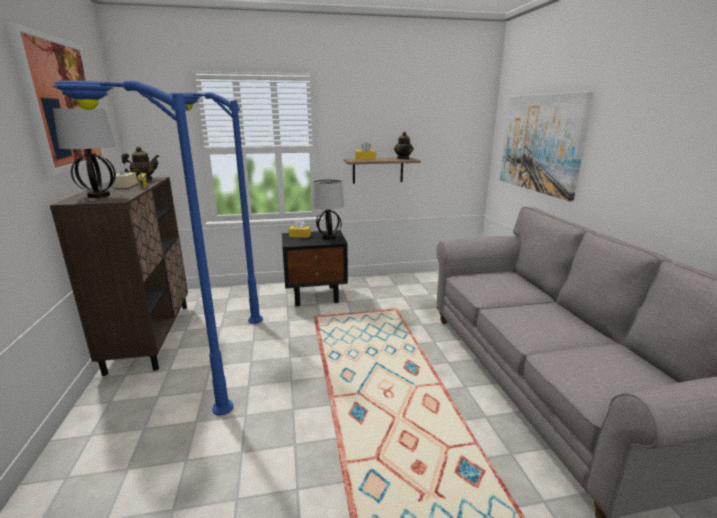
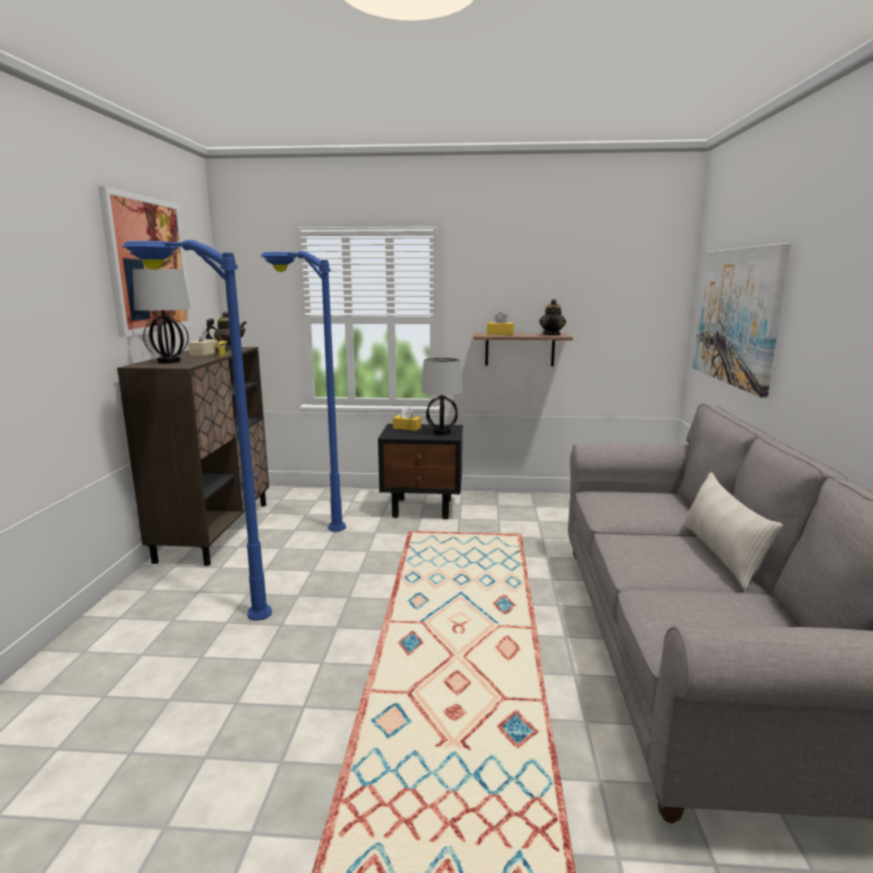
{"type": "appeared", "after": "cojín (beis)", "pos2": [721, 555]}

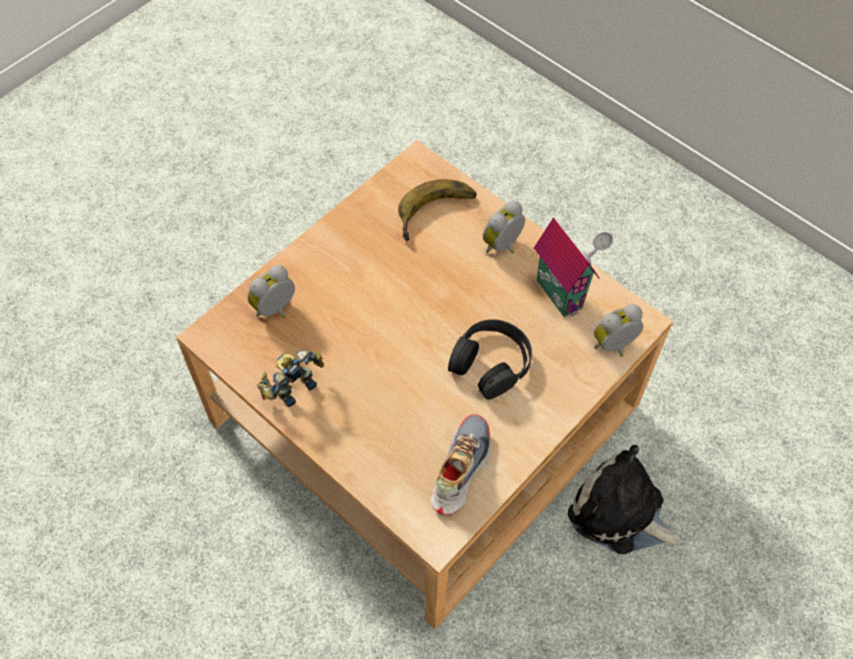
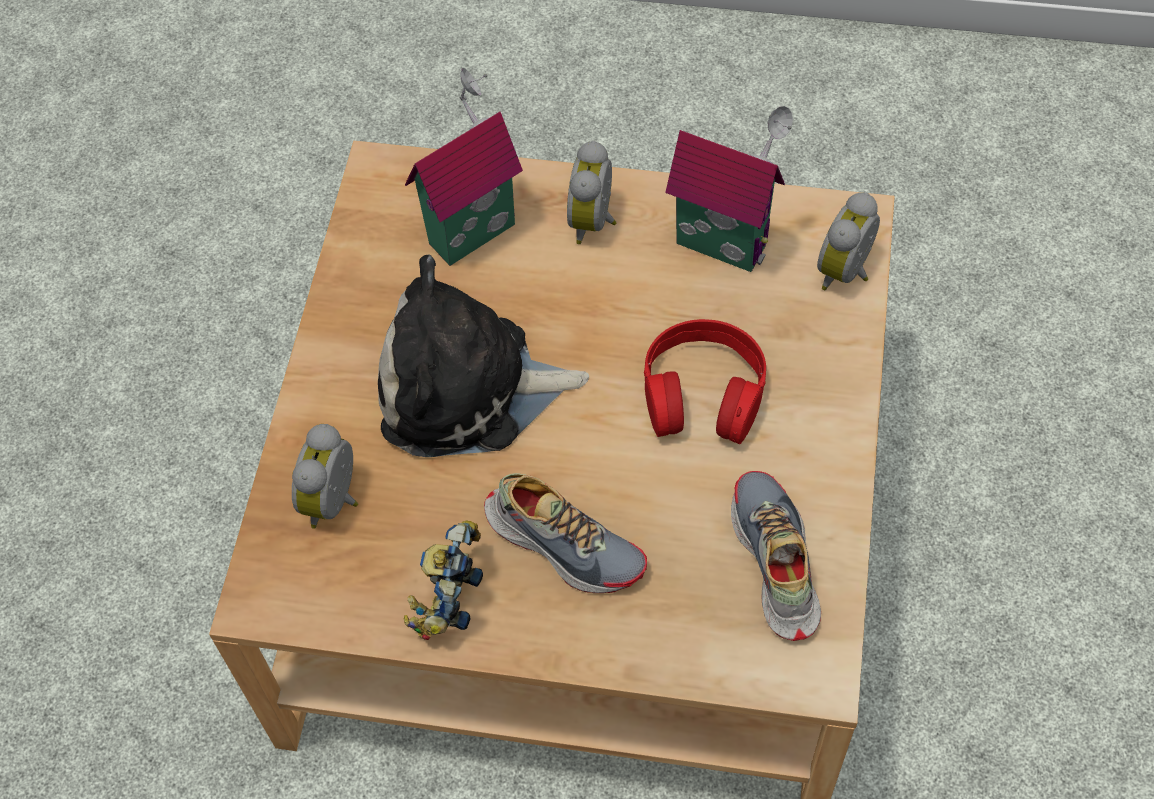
{"type": "appeared", "after": "zapato", "pos2": [564, 543]}
{"type": "relocated", "before": "peluche", "pos1": [620, 513], "pos2": [468, 389]}
{"type": "exchanged", "before": "plátano", "after": "casita", "pos1": [438, 215], "pos2": [469, 229]}
{"type": "colour", "before": "auriculares (negro)", "after": "auriculares (rojo)", "pos1": [491, 363], "pos2": [703, 392]}

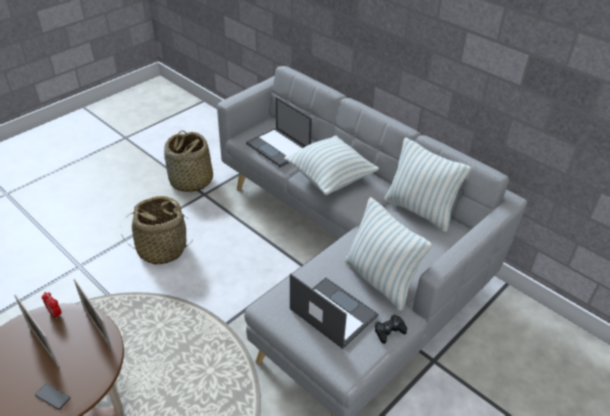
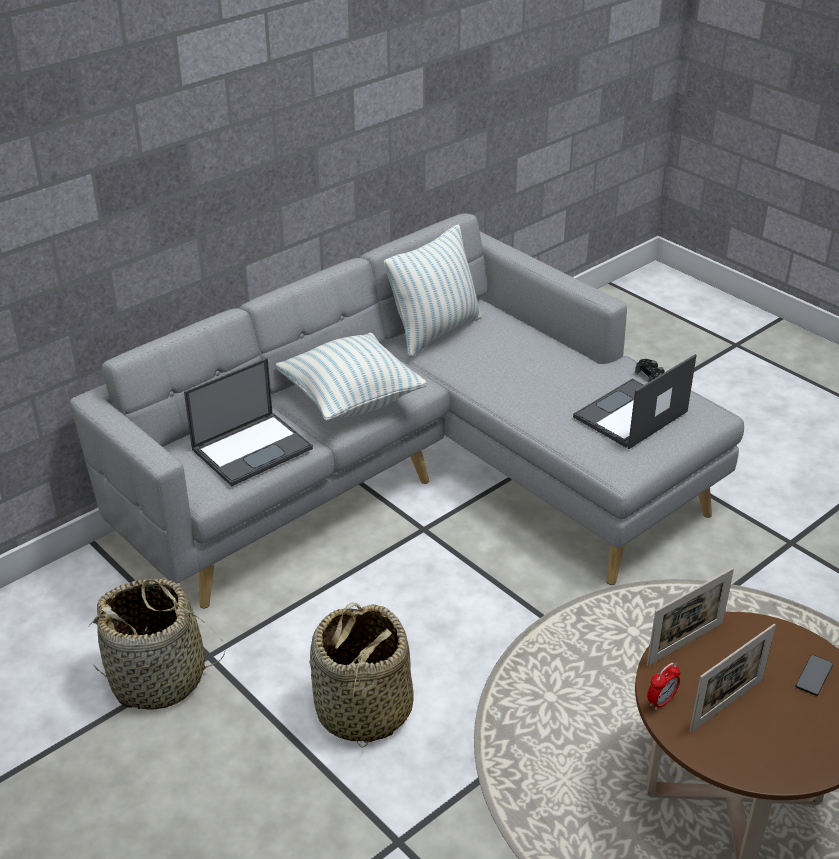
{"type": "missing", "before": "cojín", "pos1": [380, 280]}

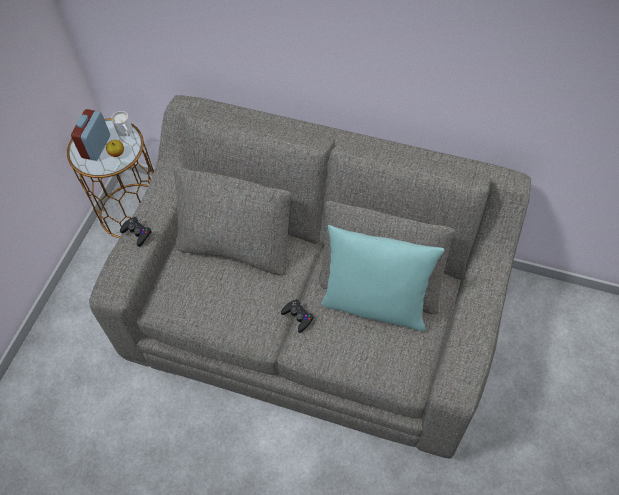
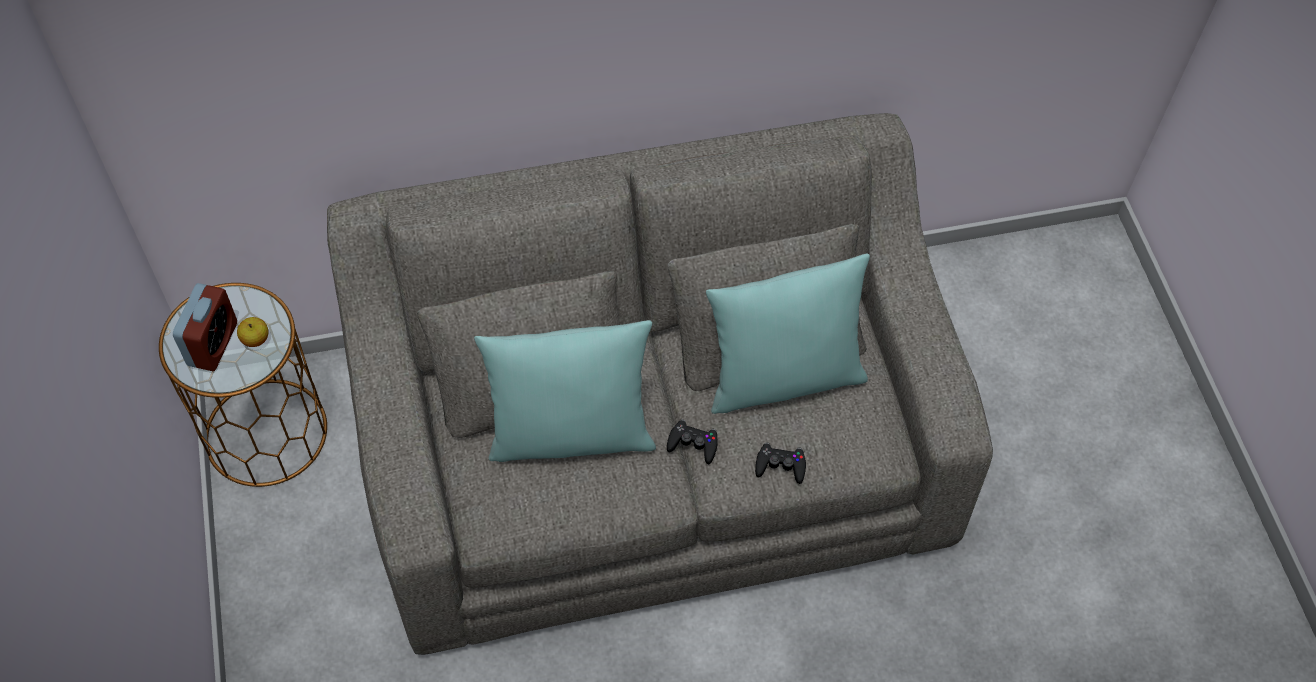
{"type": "missing", "before": "taza grande (blanco)", "pos1": [126, 132]}
{"type": "appeared", "after": "cojín (turquesa)", "pos2": [570, 434]}
{"type": "relocated", "before": "mando de consola (negro)", "pos1": [137, 233], "pos2": [780, 466]}
{"type": "spun", "before": "despertador", "pos1": [96, 147], "pos2": [213, 344], "turn": -150}

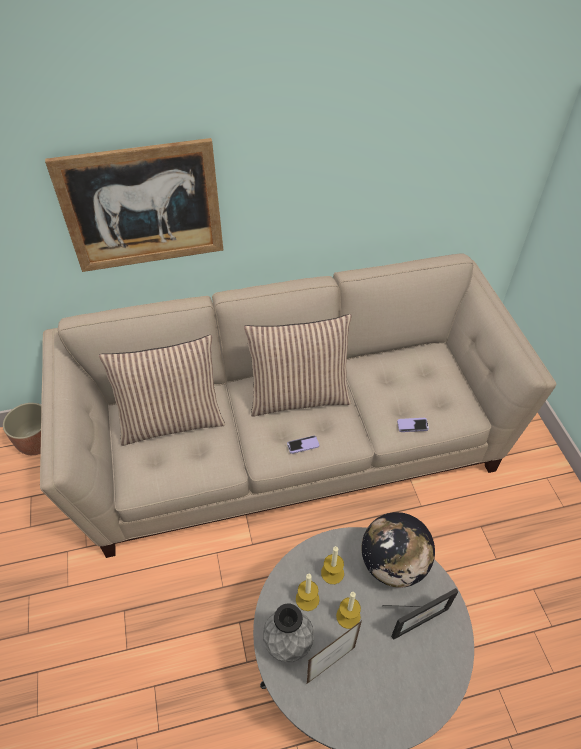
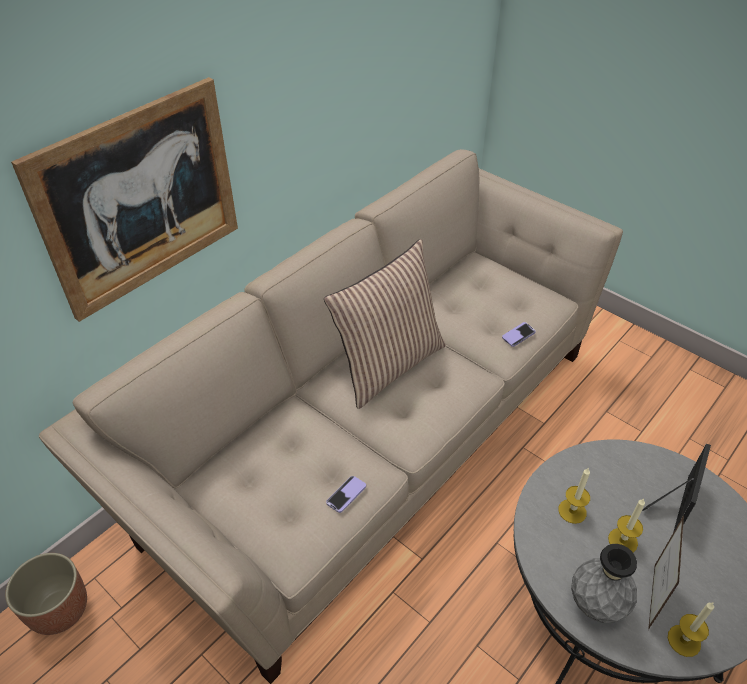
{"type": "missing", "before": "cojín", "pos1": [172, 421]}
{"type": "missing", "before": "globo terráqueo", "pos1": [393, 564]}
{"type": "relocated", "before": "móvil", "pos1": [303, 445], "pos2": [346, 495]}
{"type": "relocated", "before": "vela", "pos1": [307, 599], "pos2": [684, 640]}

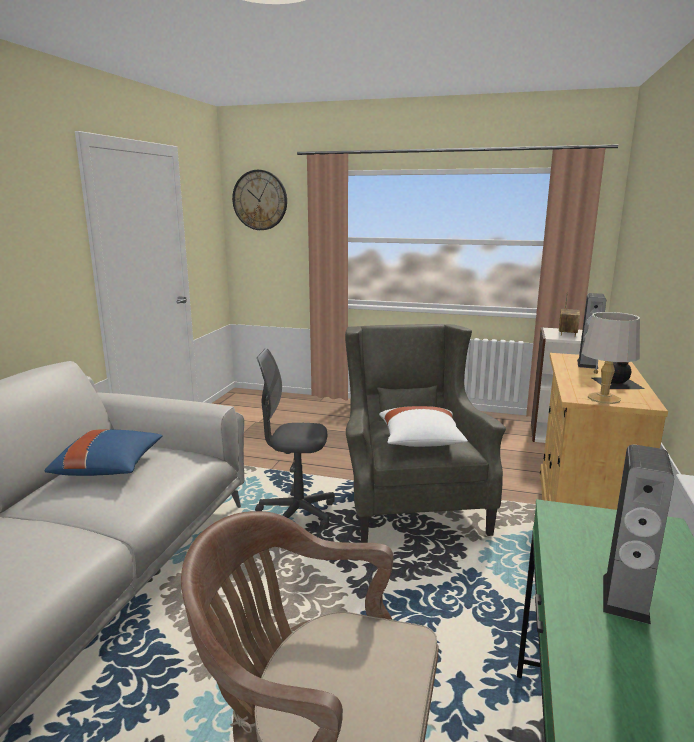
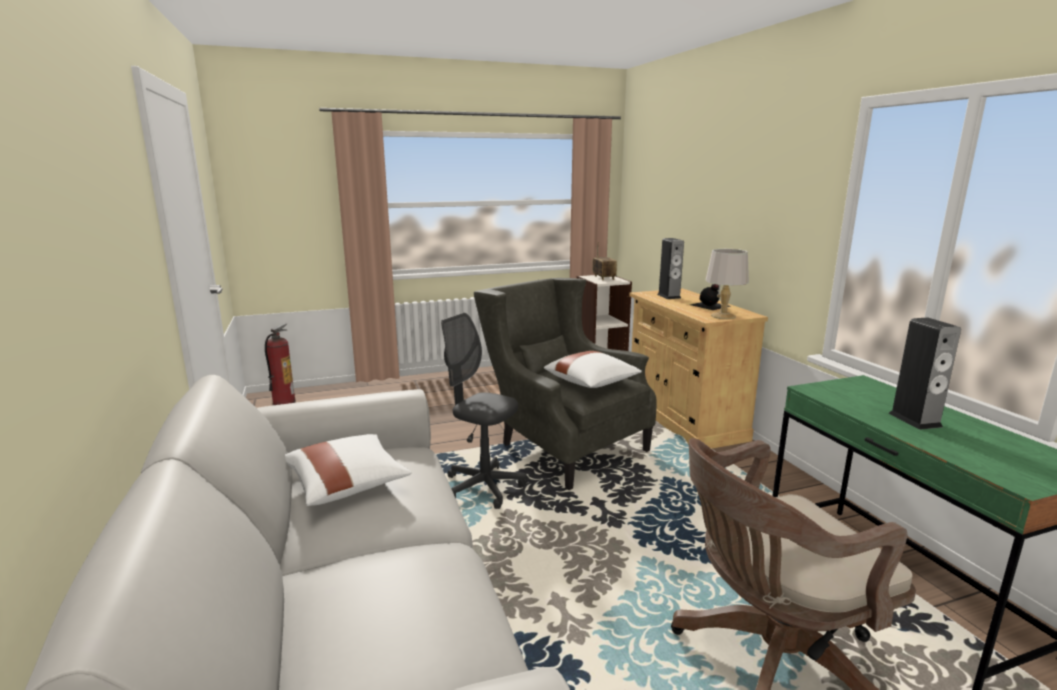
{"type": "missing", "before": "reloj de pared", "pos1": [260, 200]}
{"type": "appeared", "after": "extintor", "pos2": [284, 402]}
{"type": "colour", "before": "cojín (azul)", "after": "cojín (blanco)", "pos1": [110, 468], "pos2": [347, 485]}
{"type": "spun", "before": "silla de oficina (gris)", "pos1": [297, 514], "pos2": [483, 487], "turn": 60}

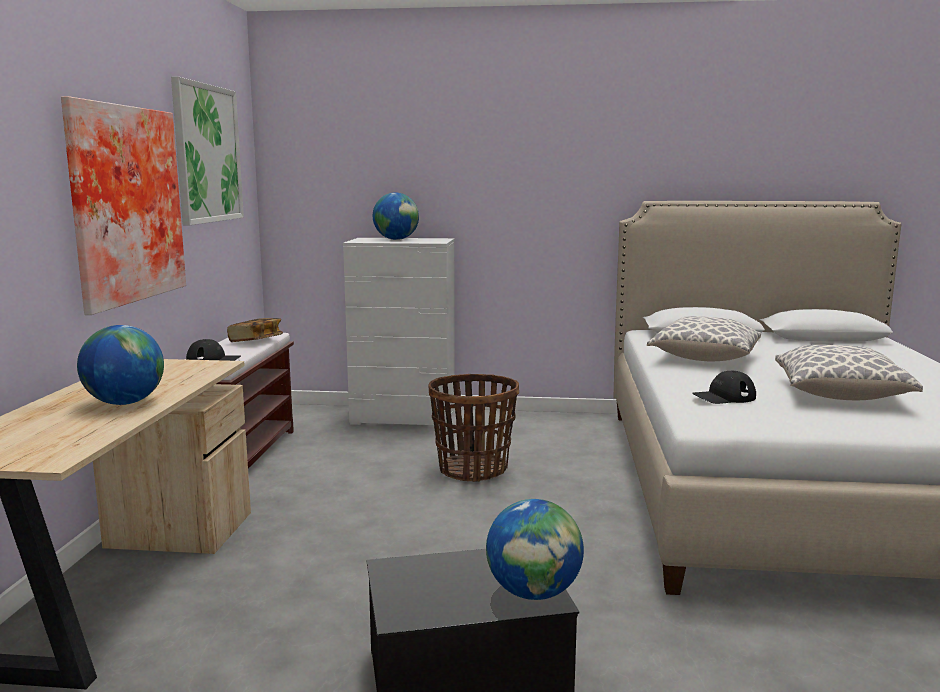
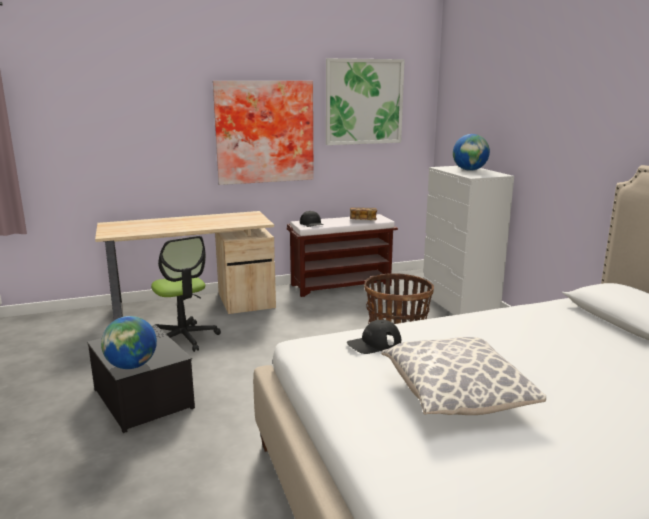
{"type": "missing", "before": "globo terráqueo", "pos1": [125, 403]}
{"type": "missing", "before": "cojín", "pos1": [704, 358]}
{"type": "appeared", "after": "silla de oficina", "pos2": [184, 338]}
{"type": "spun", "before": "gorra (negro)", "pos1": [723, 397], "pos2": [374, 344], "turn": -75}

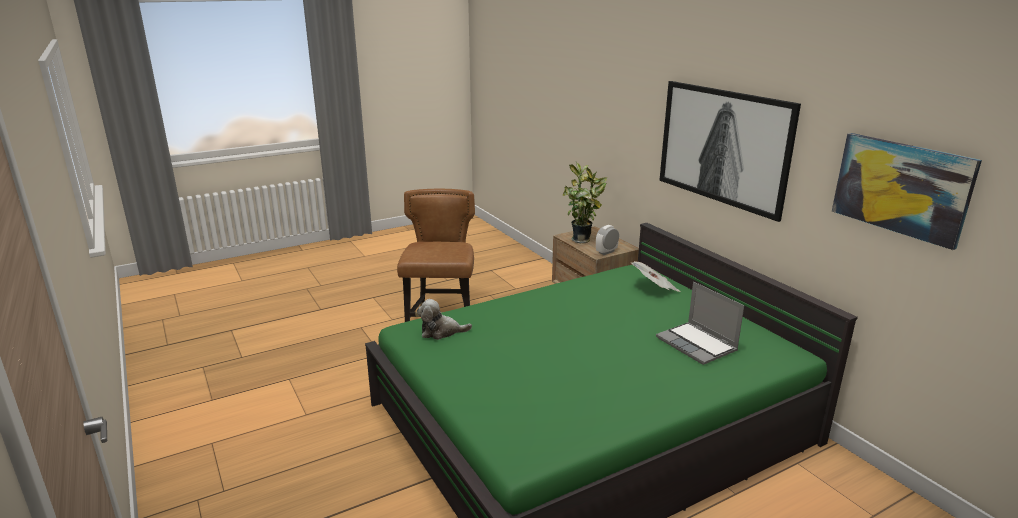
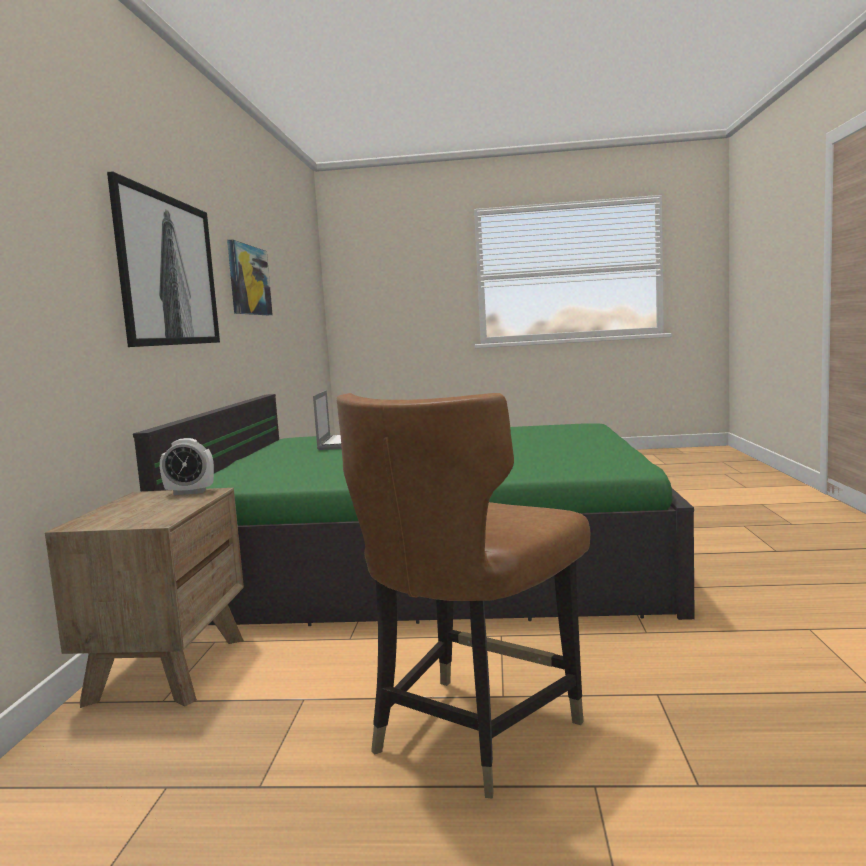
{"type": "missing", "before": "peluche", "pos1": [441, 332]}
{"type": "missing", "before": "planta en maceta", "pos1": [583, 240]}
{"type": "missing", "before": "periódico", "pos1": [654, 288]}

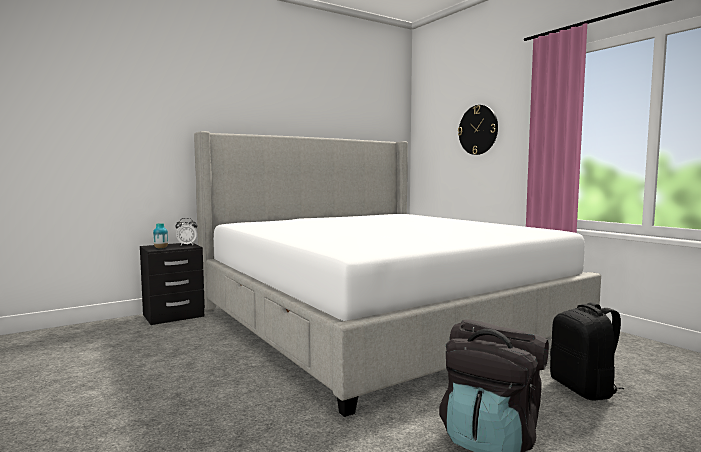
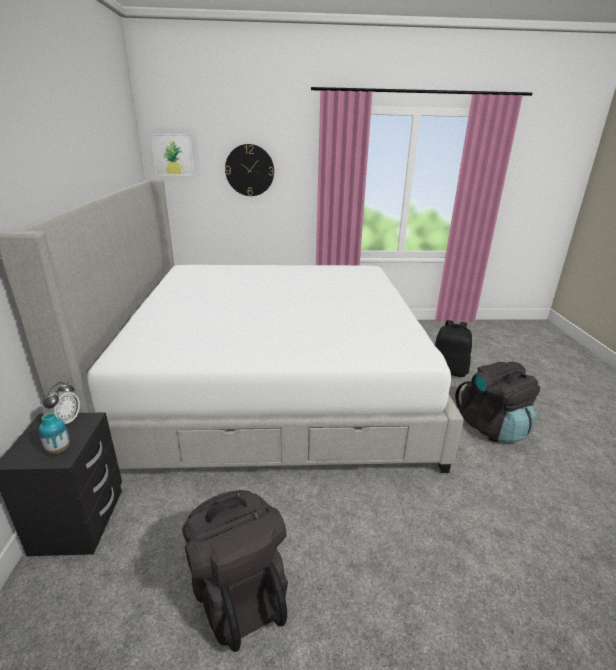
{"type": "appeared", "after": "cuadro", "pos2": [173, 155]}
{"type": "appeared", "after": "mochila (negro)", "pos2": [238, 592]}

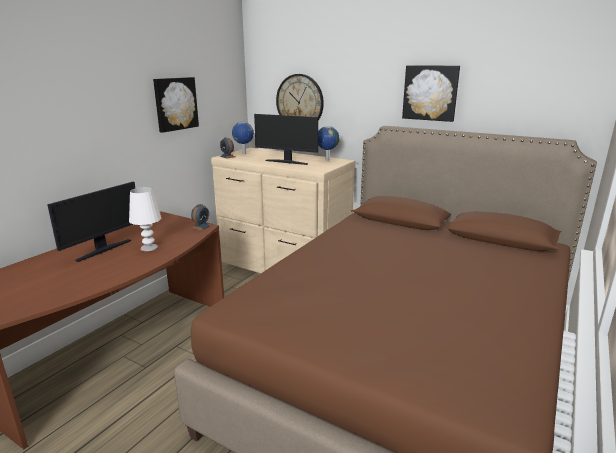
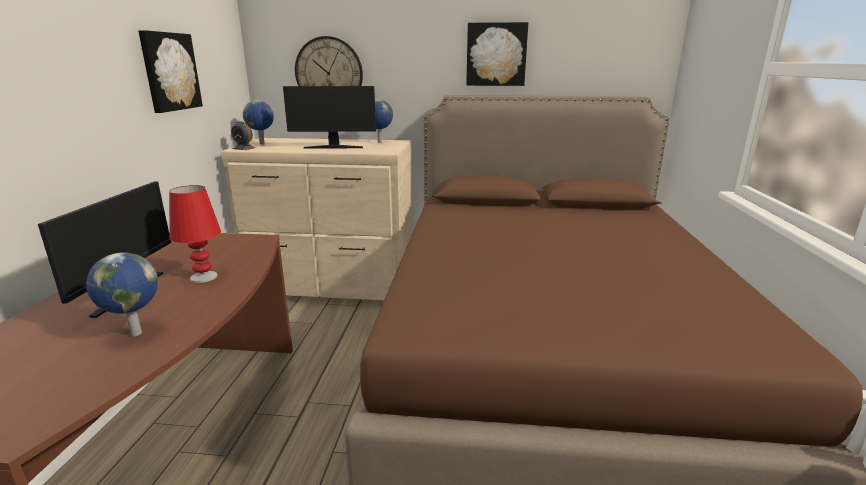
{"type": "missing", "before": "despertador", "pos1": [201, 226]}
{"type": "appeared", "after": "globo terráqueo", "pos2": [135, 334]}
{"type": "colour", "before": "lámpara de mesa (blanco)", "after": "lámpara de mesa (rojo)", "pos1": [149, 247], "pos2": [203, 277]}

